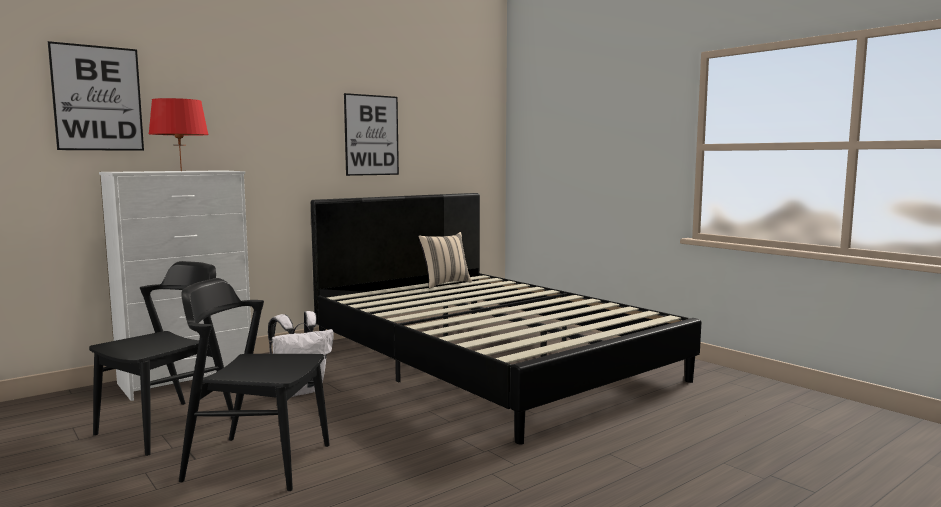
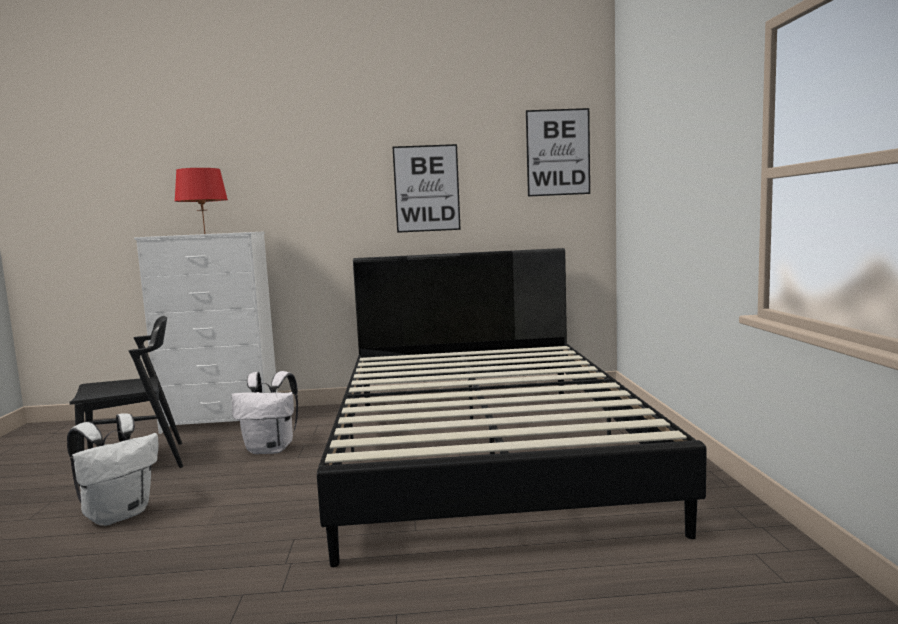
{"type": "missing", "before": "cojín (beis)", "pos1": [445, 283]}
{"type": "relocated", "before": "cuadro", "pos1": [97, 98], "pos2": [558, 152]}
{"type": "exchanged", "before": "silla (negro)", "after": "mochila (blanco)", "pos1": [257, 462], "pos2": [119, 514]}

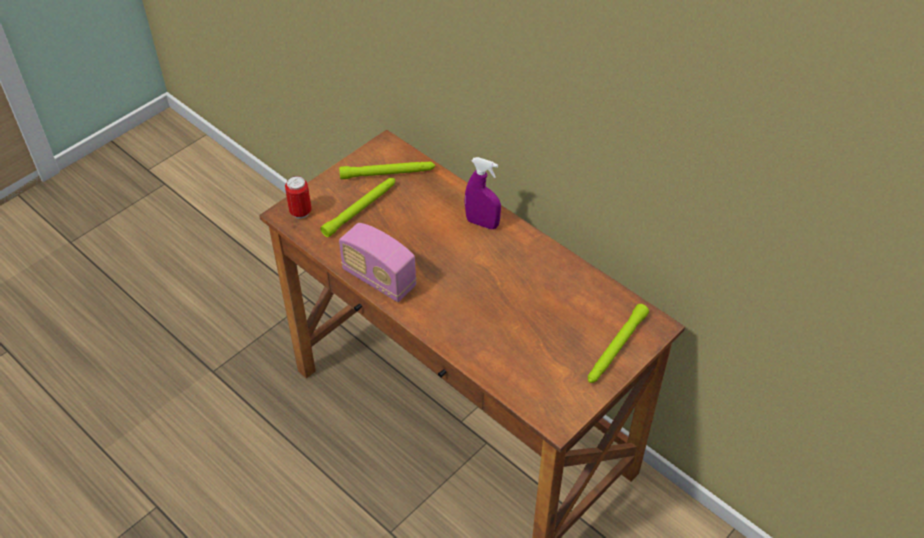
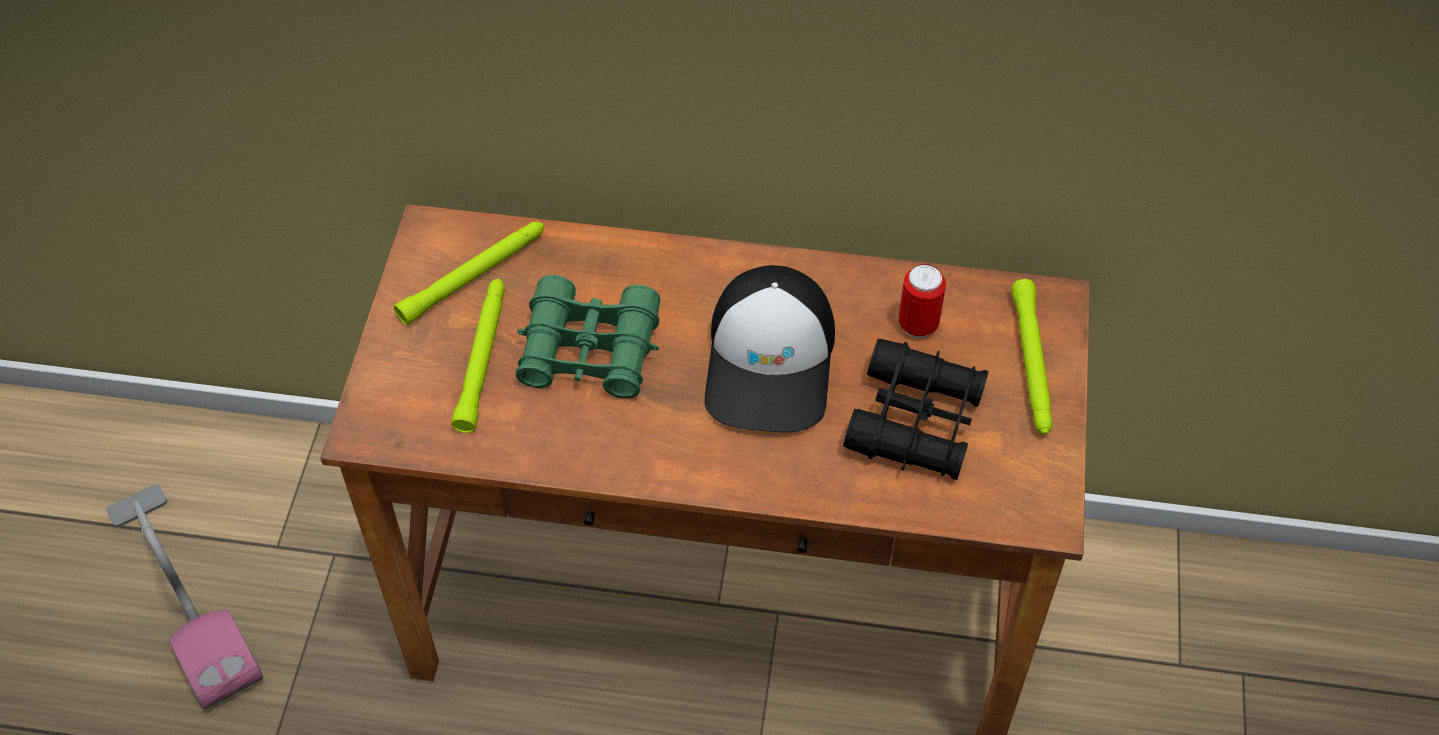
{"type": "missing", "before": "radio", "pos1": [379, 279]}
{"type": "missing", "before": "pulverizador (morado)", "pos1": [482, 223]}
{"type": "appeared", "after": "aspiradora", "pos2": [184, 596]}
{"type": "appeared", "after": "prismáticos (verde)", "pos2": [590, 350]}
{"type": "appeared", "after": "gorra", "pos2": [771, 362]}
{"type": "appeared", "after": "prismáticos (negro)", "pos2": [915, 421]}
{"type": "relocated", "before": "lata", "pos1": [300, 212], "pos2": [918, 325]}

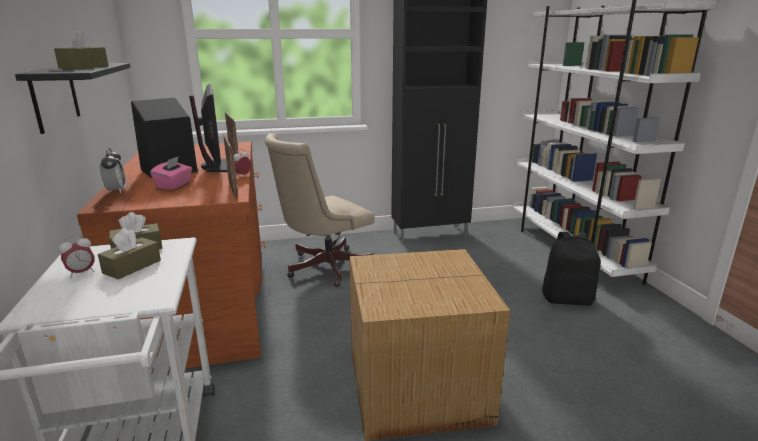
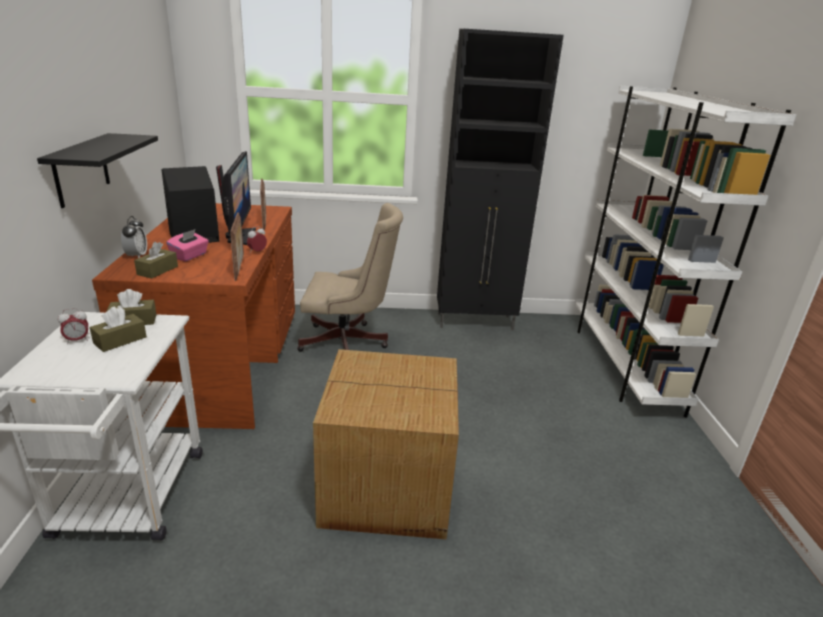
{"type": "missing", "before": "mochila (negro)", "pos1": [567, 299]}
{"type": "relocated", "before": "caja de pañuelos (marrón)", "pos1": [84, 67], "pos2": [157, 270]}
{"type": "spun", "before": "silla de oficina (beis)", "pos1": [323, 268], "pos2": [348, 344], "turn": -150}

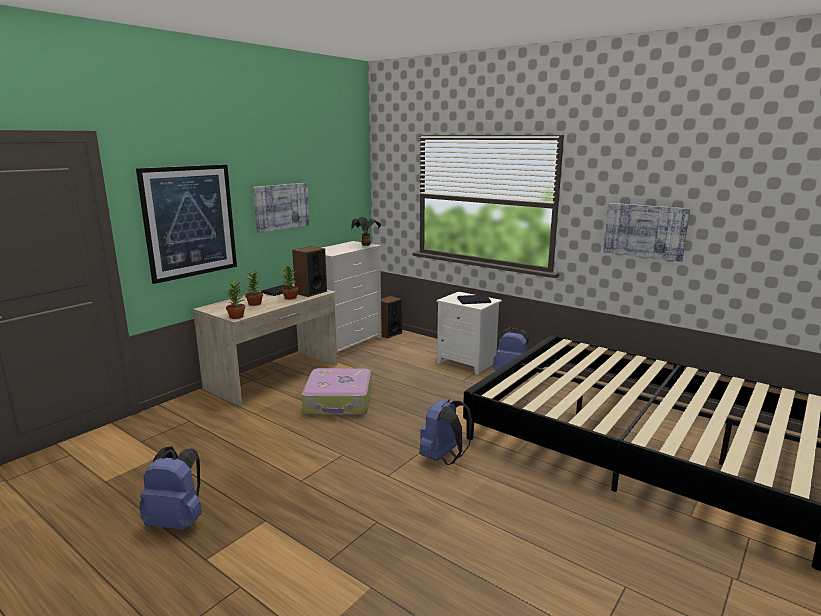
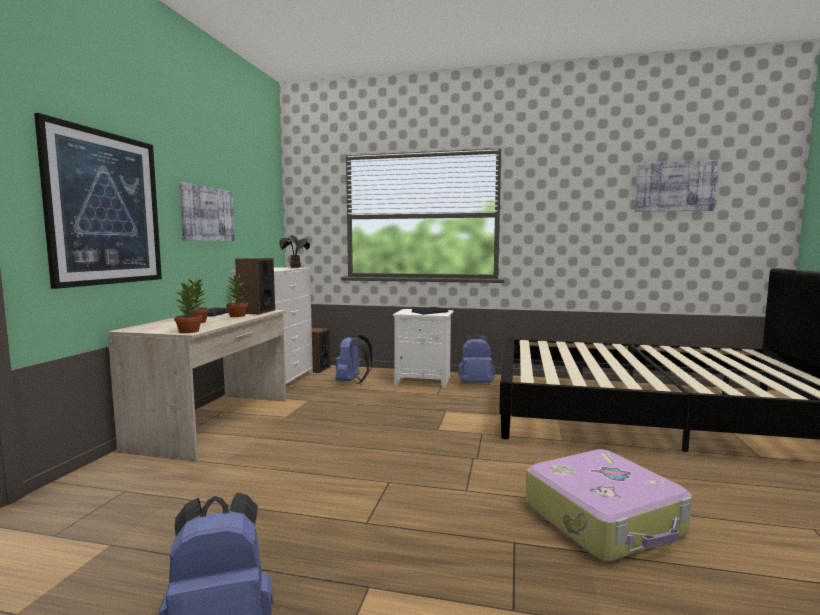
{"type": "relocated", "before": "maleta", "pos1": [339, 402], "pos2": [605, 519]}
{"type": "relocated", "before": "mochila (azul)", "pos1": [443, 458], "pos2": [352, 382]}
{"type": "relocated", "before": "cuadro", "pos1": [645, 231], "pos2": [674, 186]}

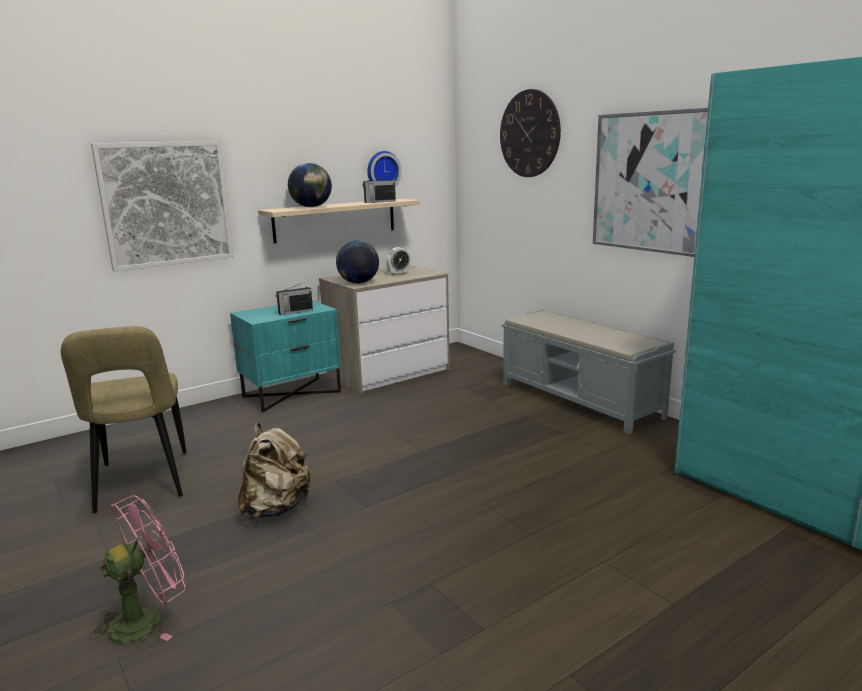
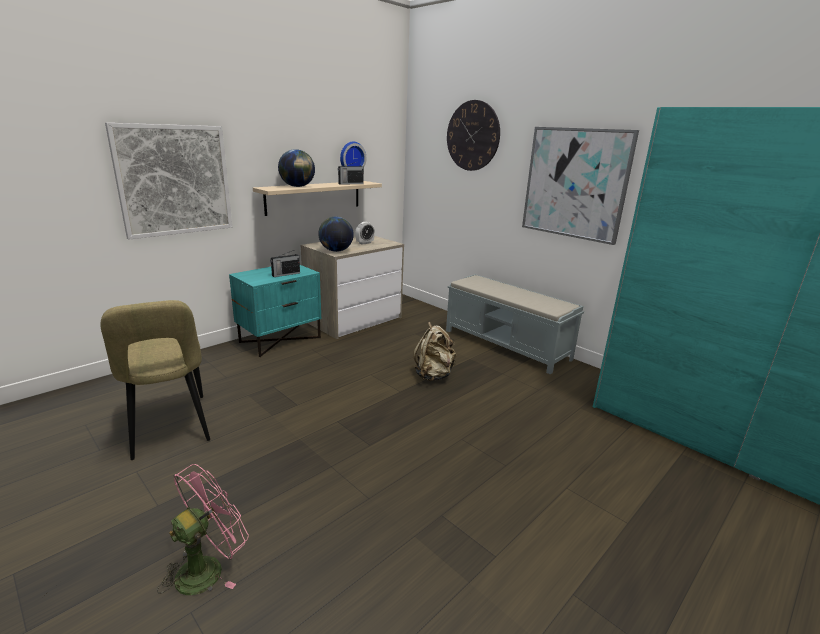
{"type": "relocated", "before": "mochila (beis)", "pos1": [276, 508], "pos2": [433, 375]}

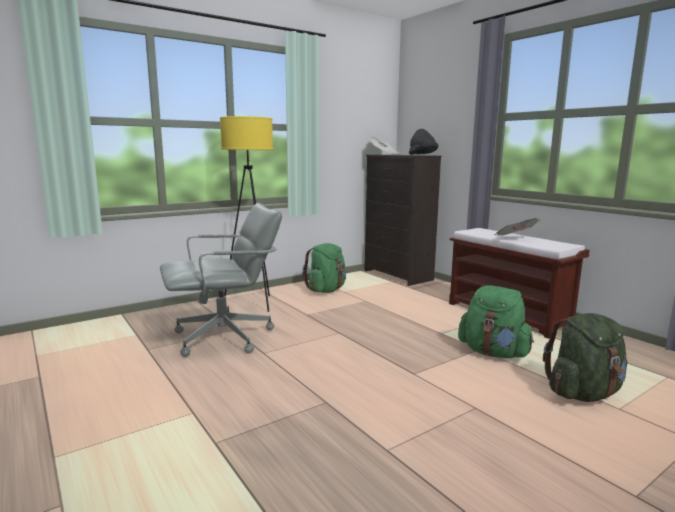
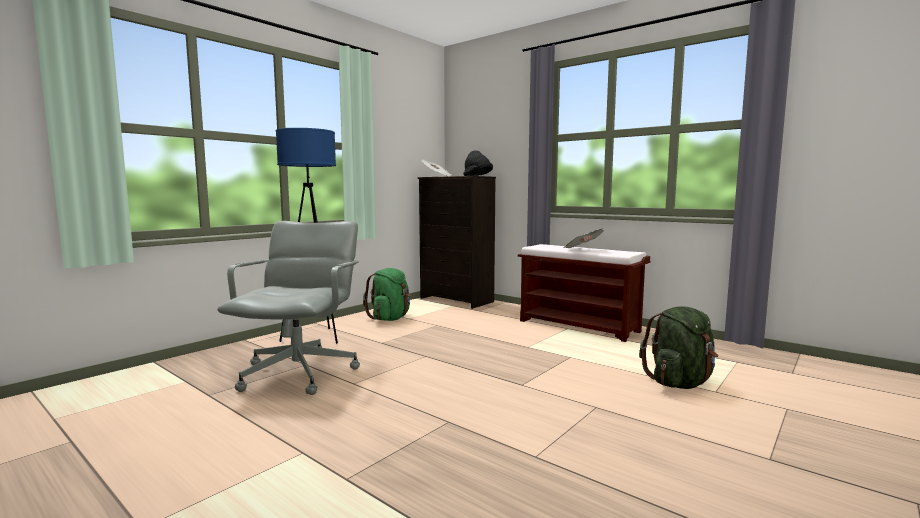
{"type": "missing", "before": "mochila (verde)", "pos1": [493, 353]}
{"type": "colour", "before": "lámpara de pie (amarillo)", "after": "lámpara de pie (azul)", "pos1": [253, 303], "pos2": [314, 337]}
{"type": "spun", "before": "silla de oficina (gris)", "pos1": [225, 337], "pos2": [300, 373], "turn": -45}

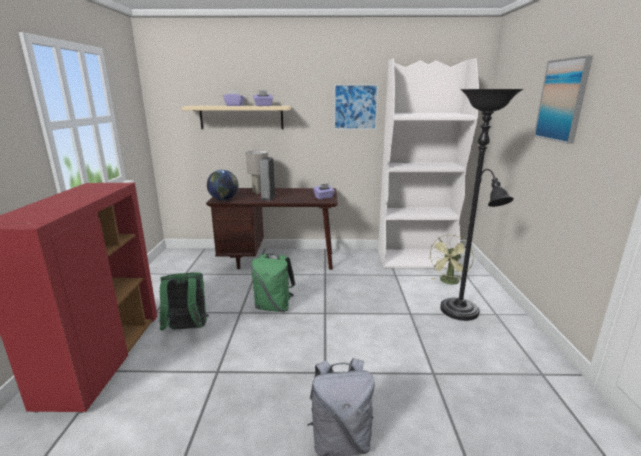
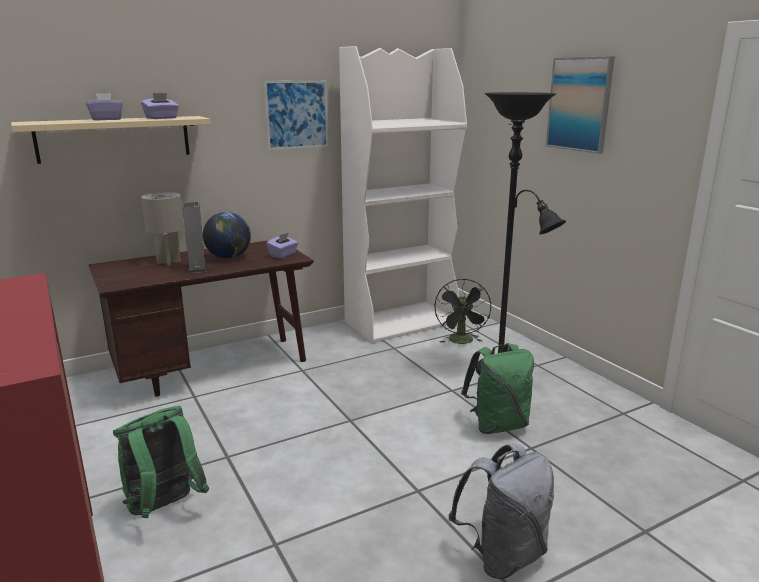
{"type": "relocated", "before": "globo terráqueo", "pos1": [224, 199], "pos2": [229, 257]}
{"type": "relocated", "before": "mochila (verde)", "pos1": [274, 307], "pos2": [497, 425]}
{"type": "colour", "before": "ventilador (verde)", "after": "ventilador (negro)", "pos1": [448, 282], "pos2": [462, 342]}

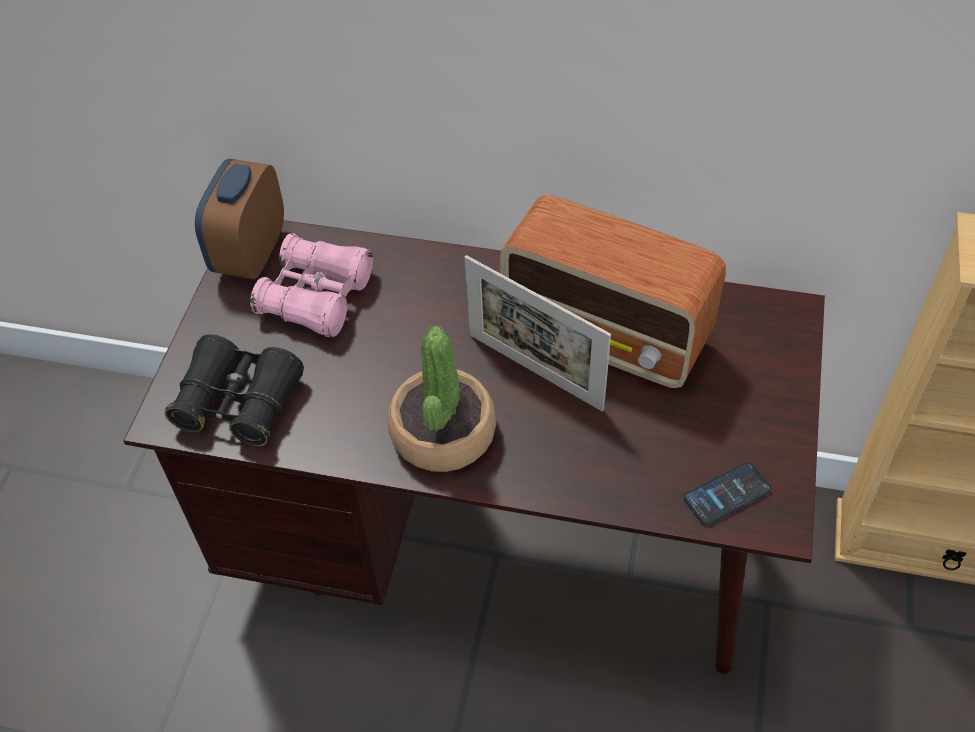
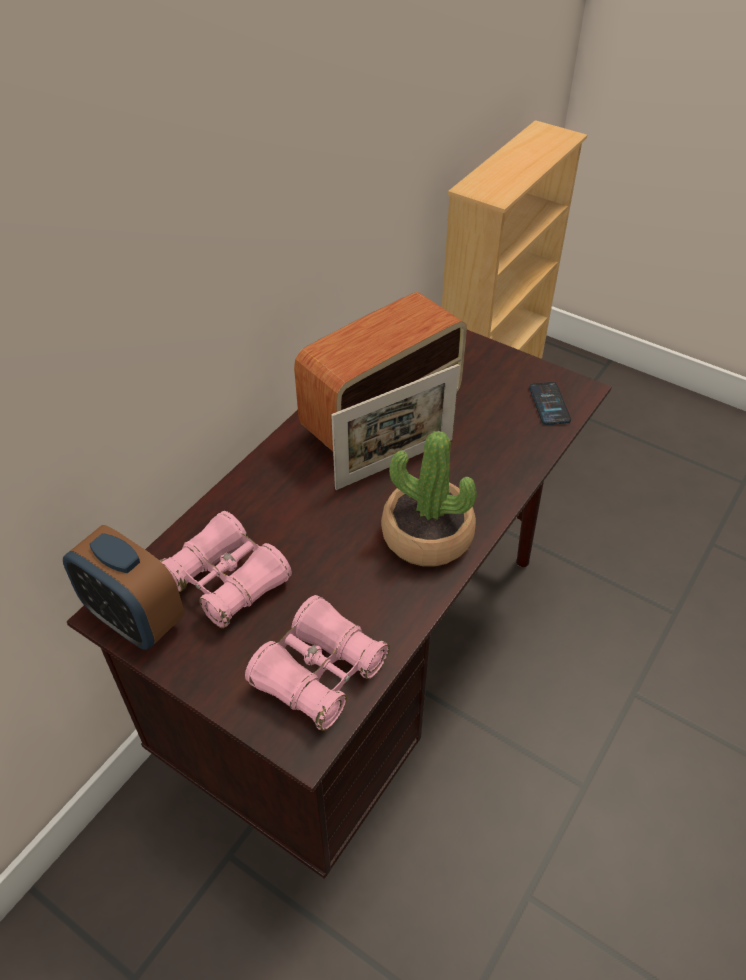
{"type": "colour", "before": "prismáticos (negro)", "after": "prismáticos (rosa)", "pos1": [239, 403], "pos2": [319, 673]}

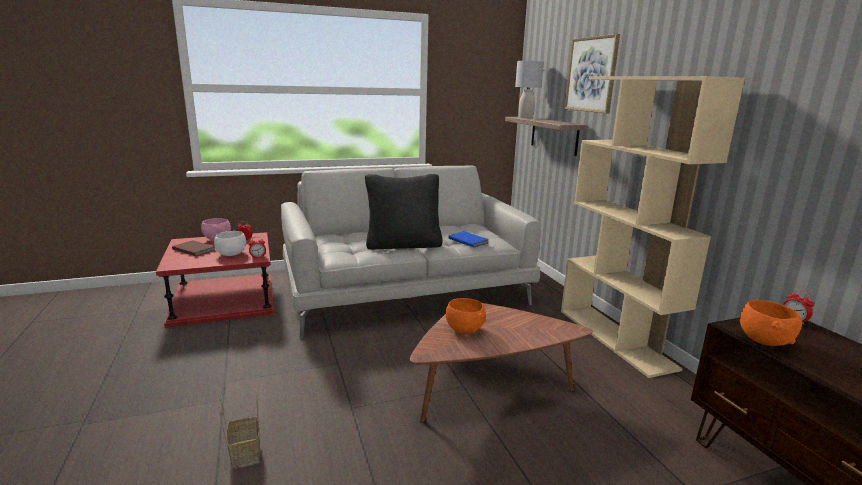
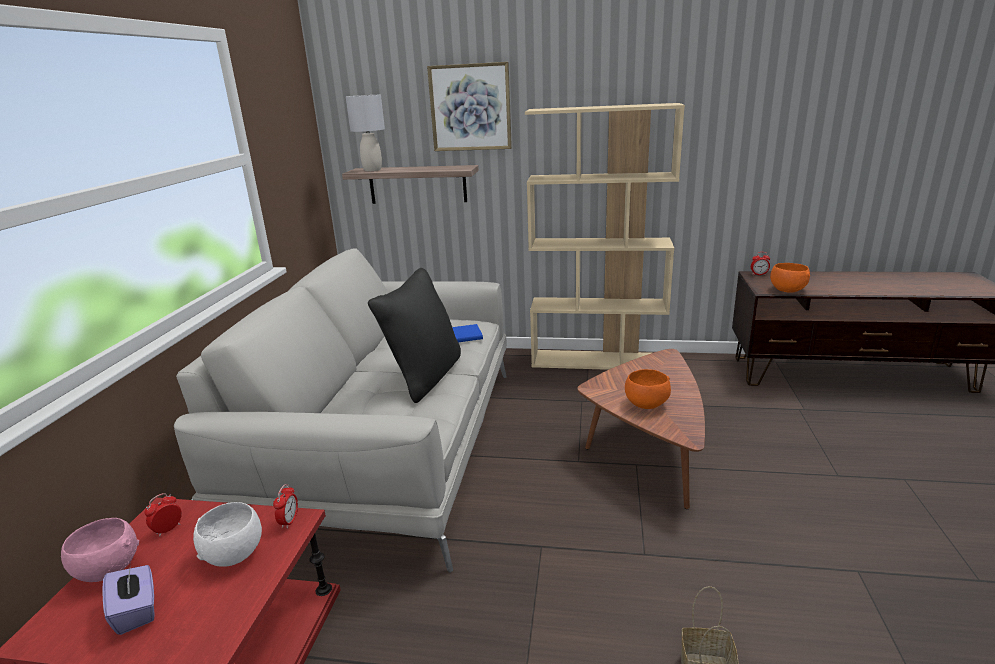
{"type": "exchanged", "before": "libro (marrón)", "after": "caja de pañuelos (morado)", "pos1": [194, 249], "pos2": [137, 611]}

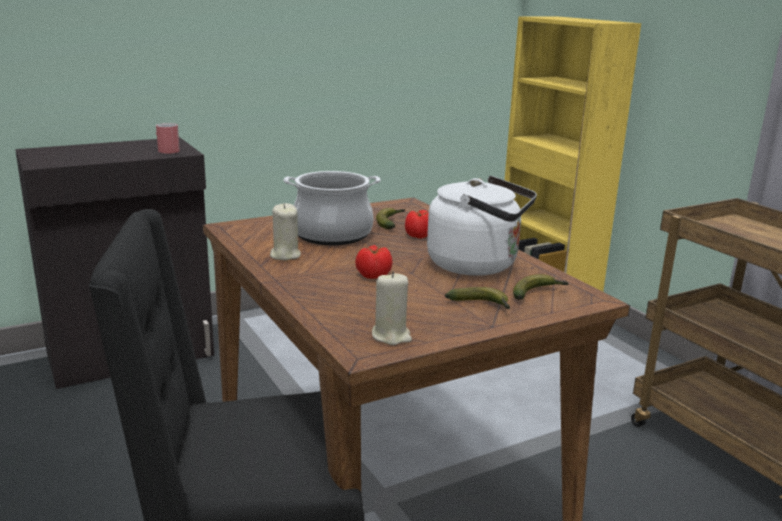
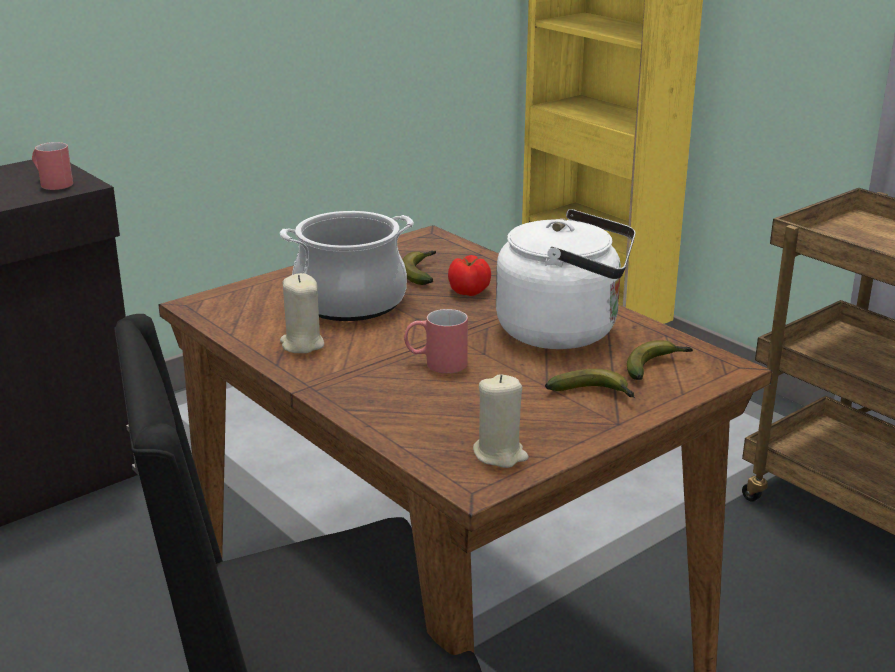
{"type": "exchanged", "before": "tomate", "after": "taza grande (rojo)", "pos1": [373, 275], "pos2": [436, 364]}

